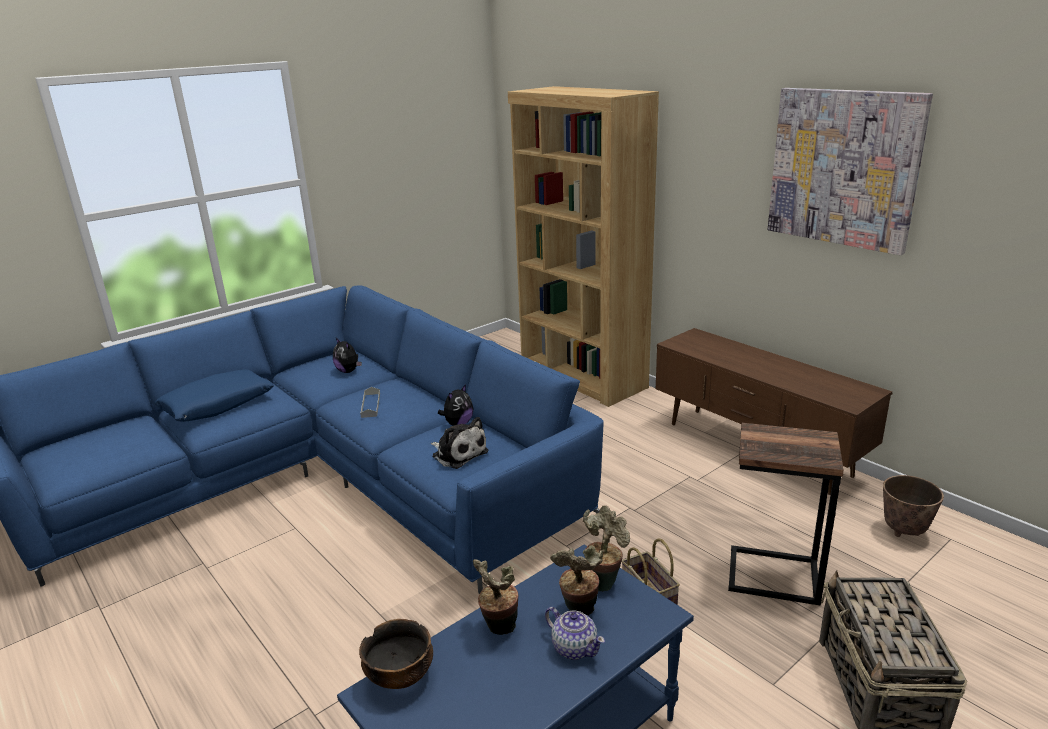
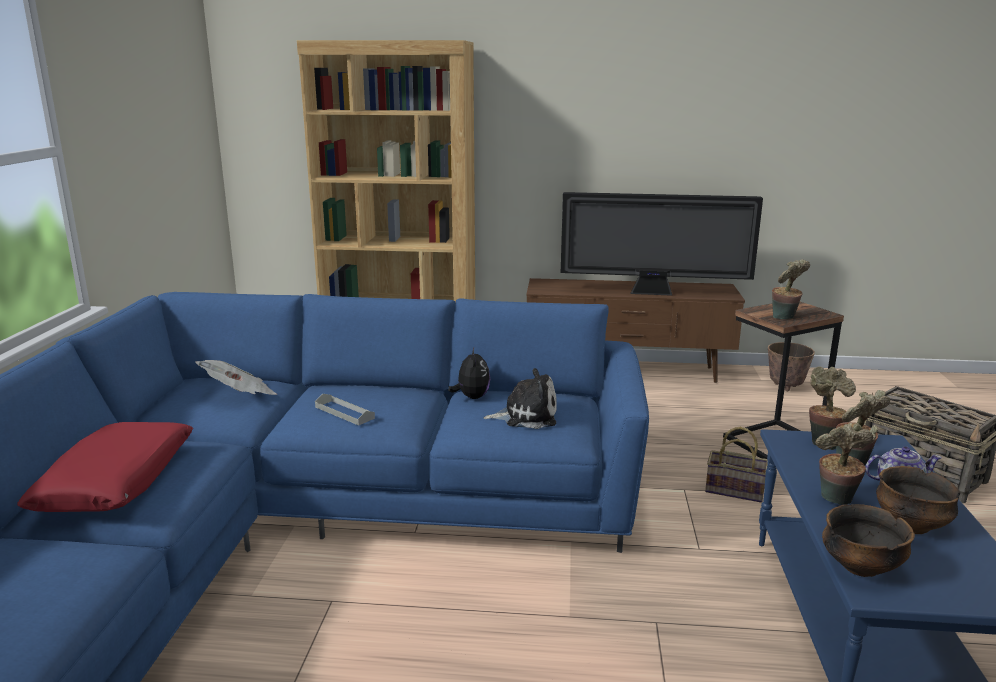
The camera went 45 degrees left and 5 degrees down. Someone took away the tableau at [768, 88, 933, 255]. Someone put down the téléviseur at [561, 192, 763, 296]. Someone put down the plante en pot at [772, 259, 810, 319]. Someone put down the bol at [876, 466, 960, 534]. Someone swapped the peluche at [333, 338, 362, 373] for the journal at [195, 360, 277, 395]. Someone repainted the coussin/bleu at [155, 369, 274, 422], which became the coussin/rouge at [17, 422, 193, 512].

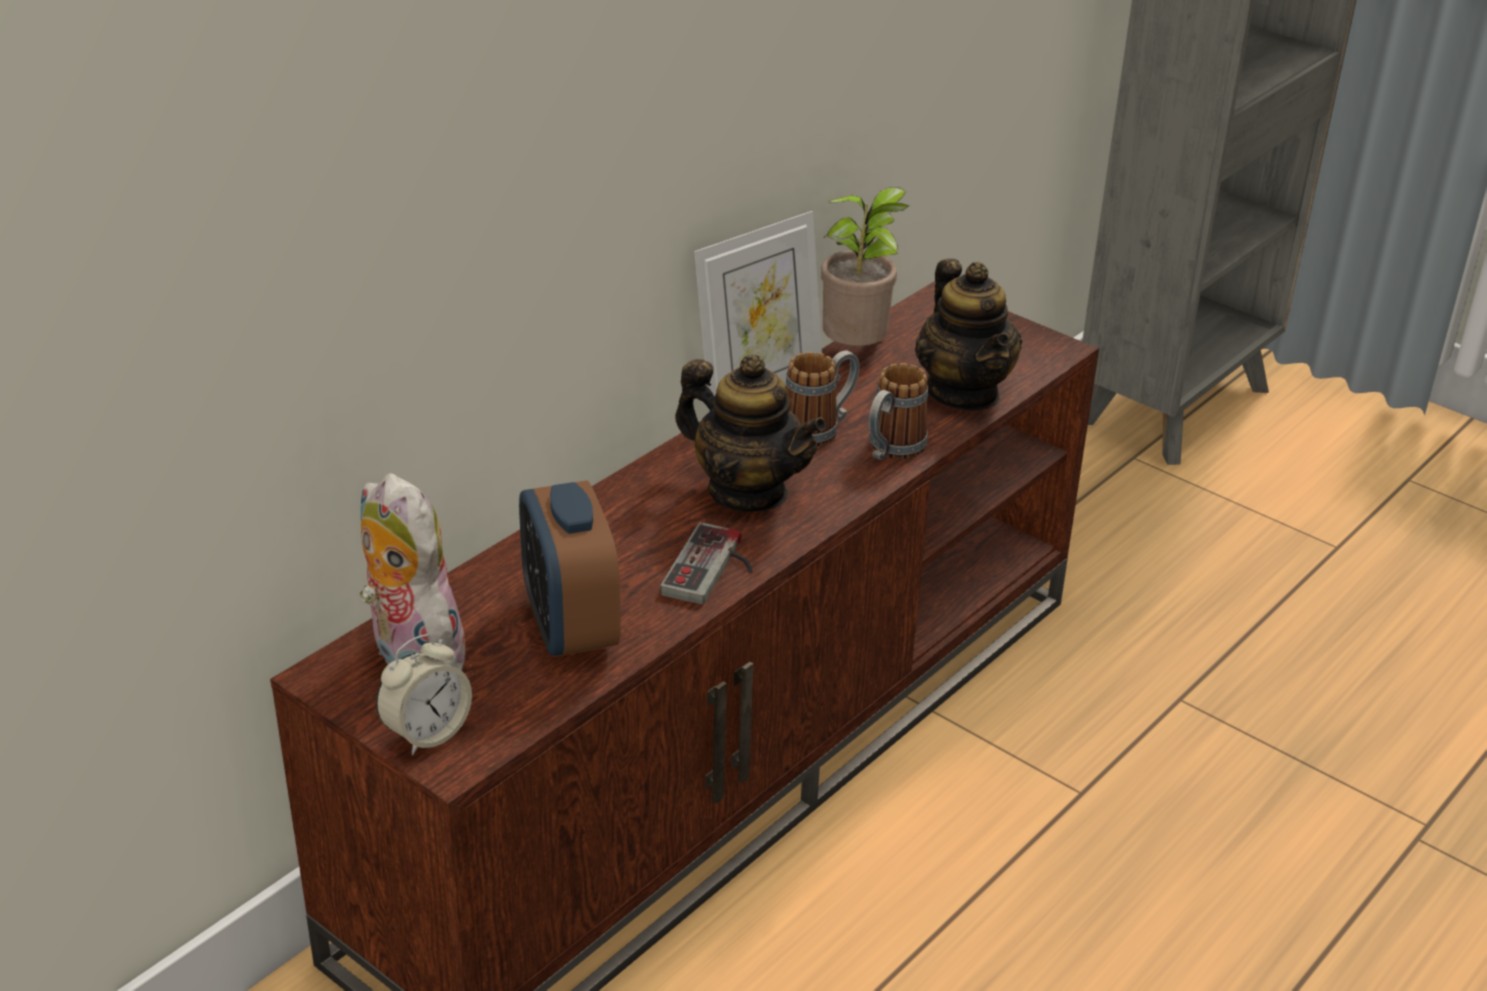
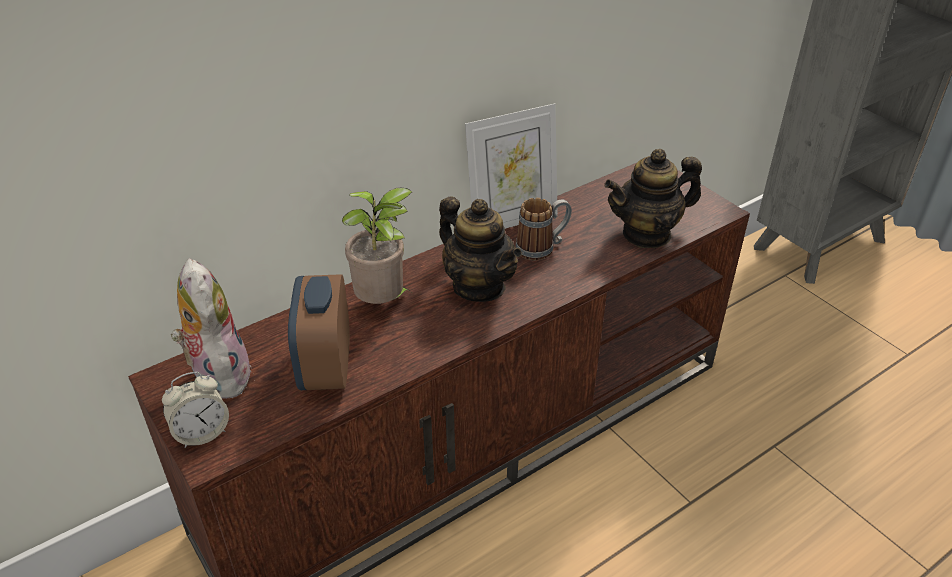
The camera went 15 degrees right and 5 degrees up. Someone took away the manette at [660, 522, 753, 605]. Someone took away the mug at [869, 363, 928, 460]. Someone carried the plante en pot from [821, 187, 909, 346] to [342, 188, 412, 304]. Someone rotated the théière at [915, 259, 1022, 411] by 75 degrees clockwise.

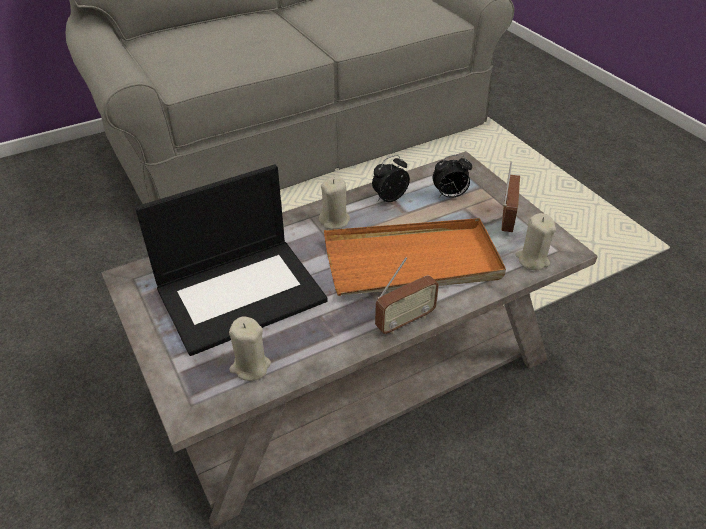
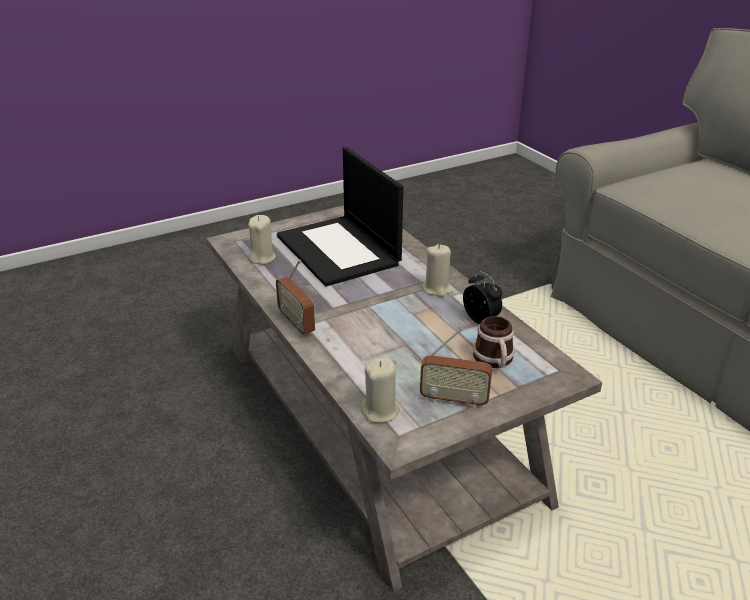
The camera went 90 degrees right and 10 degrees down. Someone took away the plateau/orange at [324, 218, 506, 296]. Someone swapped the réveil at [433, 155, 472, 198] for the mug at [473, 316, 514, 368].

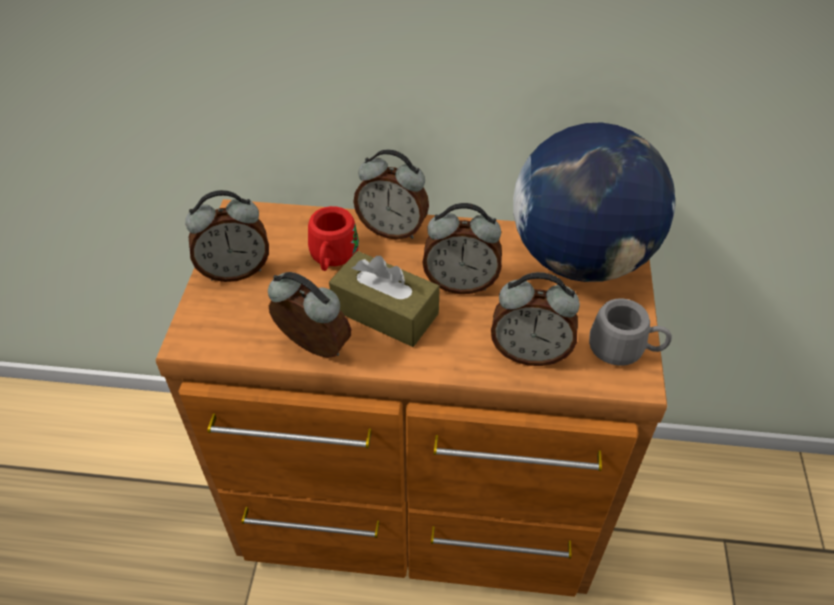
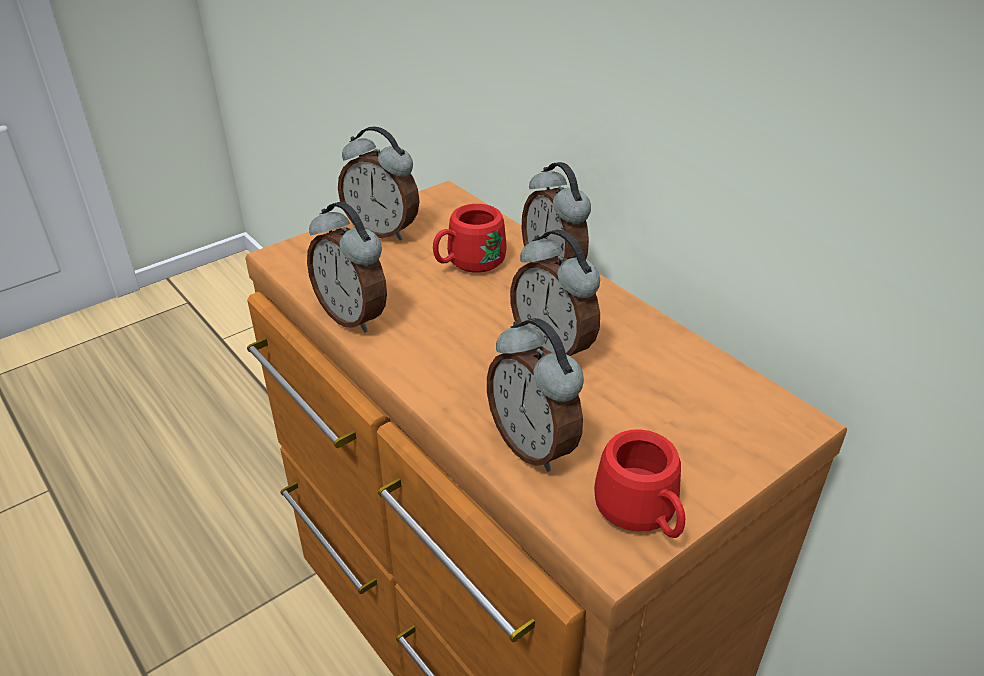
The camera went 45 degrees right and 10 degrees down. Someone took away the boîte à mouchoirs/marron at [329, 251, 440, 347]. Someone took away the globe at [513, 122, 675, 282]. Someone repainted the mug/gris at [589, 298, 672, 366], which became the mug/rouge at [594, 429, 685, 538]. Someone rotated the réveil at [268, 272, 351, 358] by 150 degrees clockwise.

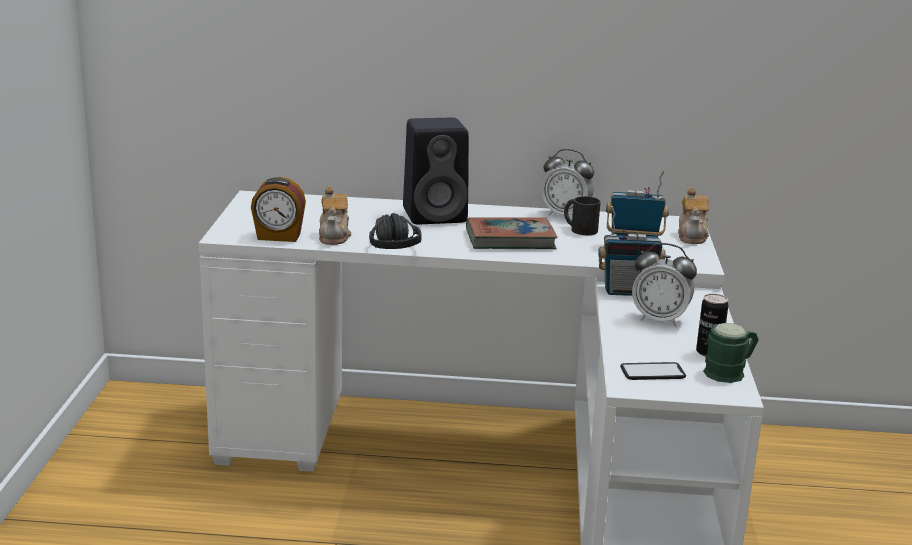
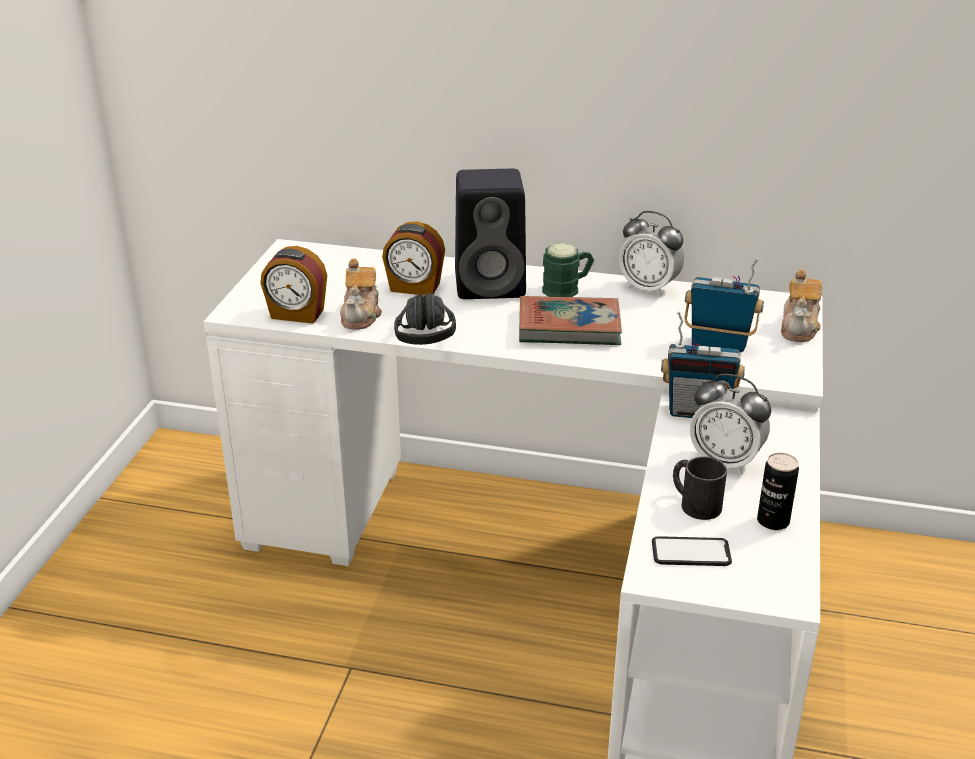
The camera went 10 degrees right and 10 degrees up. Someone put down the réveil at [382, 221, 445, 296]. Someone carried the mug/noir from [564, 196, 601, 235] to [673, 456, 727, 520]. Someone carried the mug/vert from [703, 323, 759, 383] to [542, 243, 594, 297].

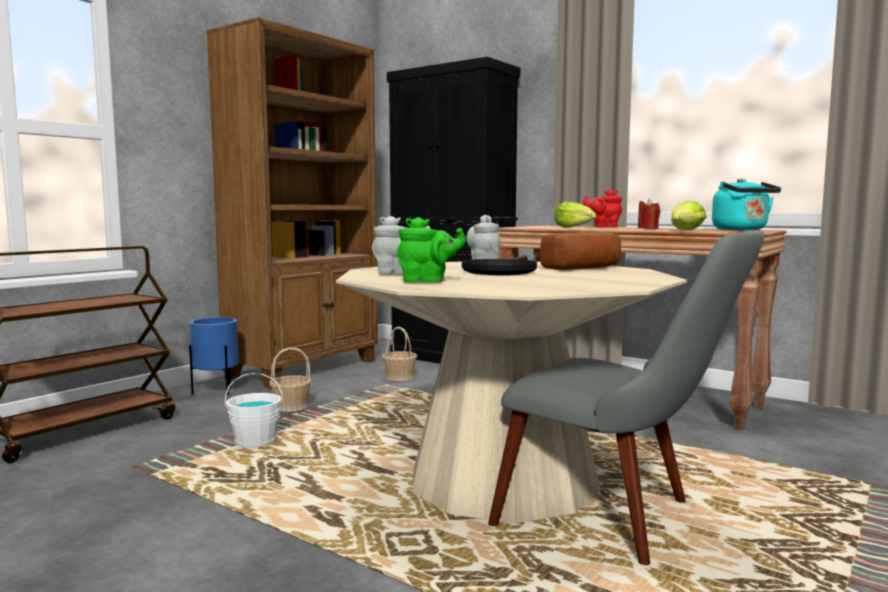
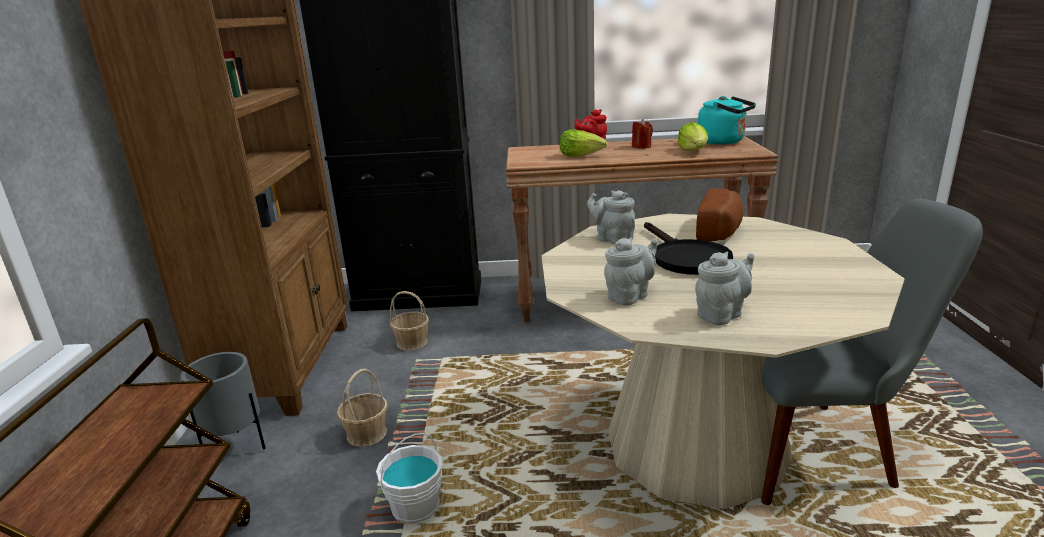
The camera went 35 degrees left and 15 degrees up. Someone repainted the cache-pot/bleu at [189, 317, 239, 395], which became the cache-pot/gris at [181, 352, 266, 450]. Someone repainted the théière/vert at [397, 217, 466, 282], which became the théière/gris at [695, 252, 755, 325].

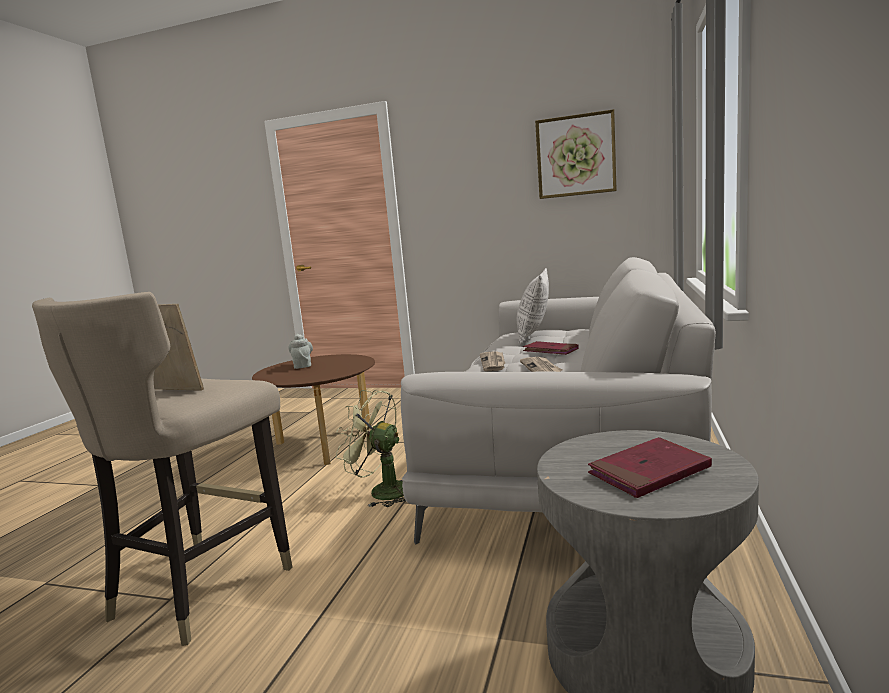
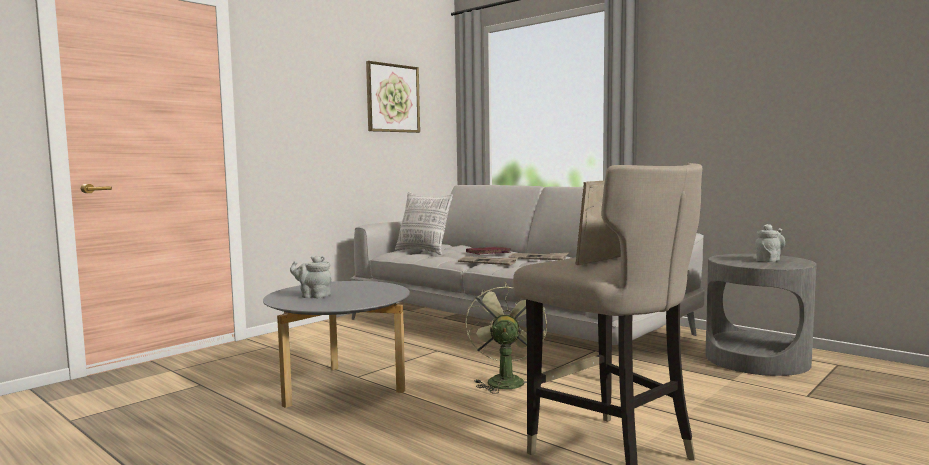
The camera went 65 degrees left and 5 degrees down. Someone swapped the livre/rouge at [588, 437, 712, 498] for the théière/gris at [755, 224, 785, 262]. Someone repainted the table basse/marron at [252, 354, 375, 465], which became the table basse/gris at [263, 281, 410, 408]. Someone rotated the ventilateur/vert at [336, 390, 406, 507] by 135 degrees clockwise.

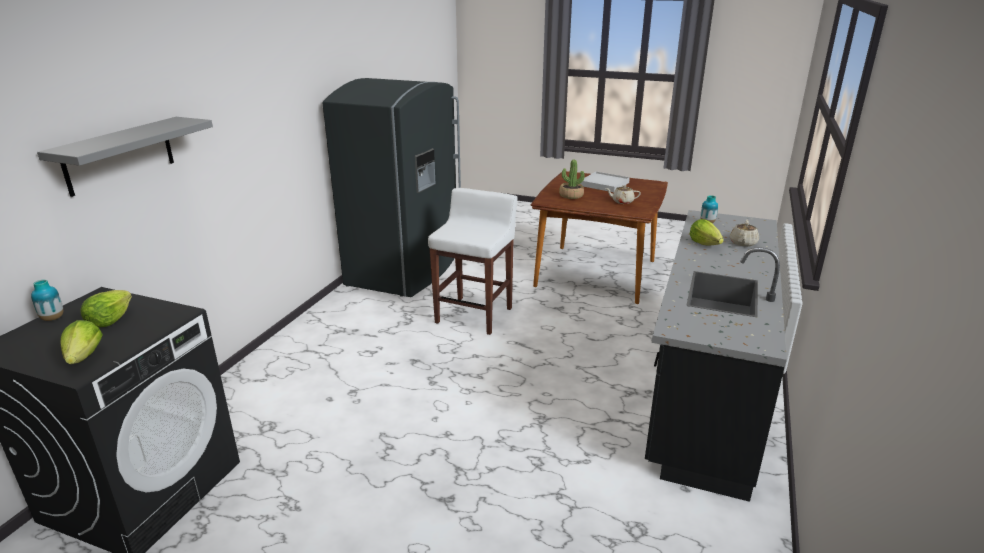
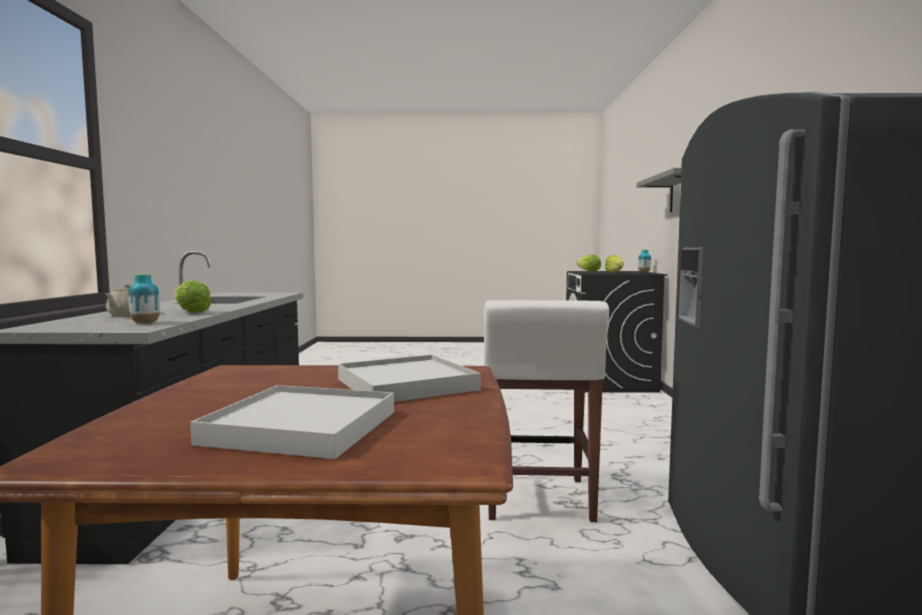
The camera went 160 degrees right and 20 degrees down. Someone took away the théière/beige at [606, 185, 641, 204]. Someone swapped the plante en pot at [559, 160, 585, 199] for the plateau/blanc at [338, 355, 481, 402].

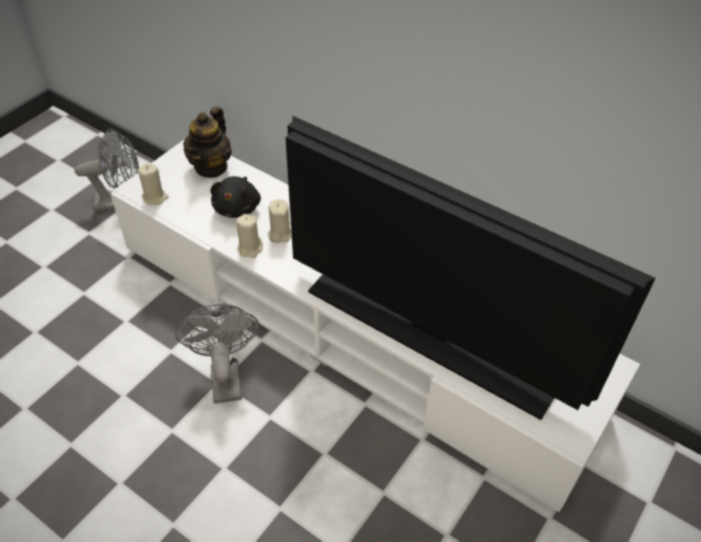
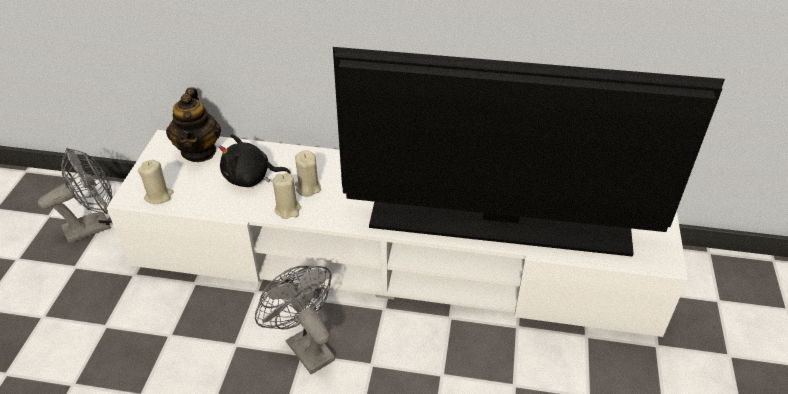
The camera went 25 degrees left and 5 degrees down. Someone rotated the peluche/noir at [210, 176, 261, 218] by 105 degrees clockwise.

